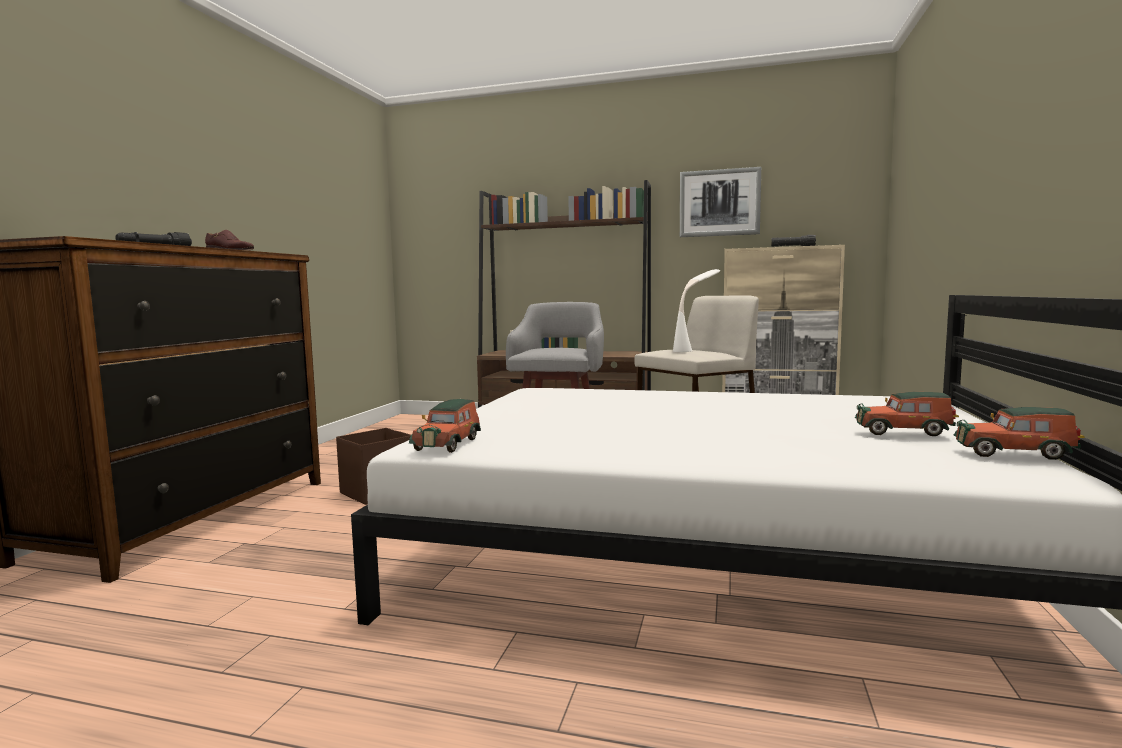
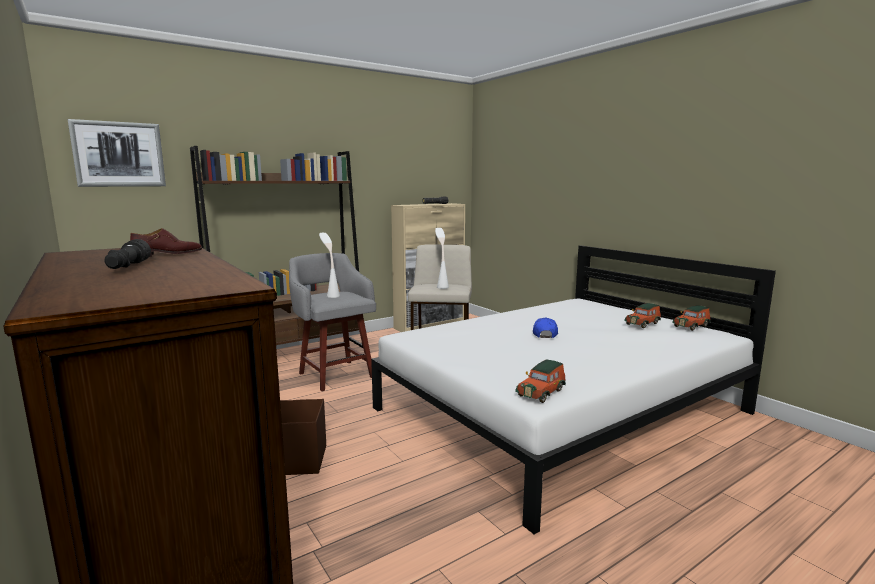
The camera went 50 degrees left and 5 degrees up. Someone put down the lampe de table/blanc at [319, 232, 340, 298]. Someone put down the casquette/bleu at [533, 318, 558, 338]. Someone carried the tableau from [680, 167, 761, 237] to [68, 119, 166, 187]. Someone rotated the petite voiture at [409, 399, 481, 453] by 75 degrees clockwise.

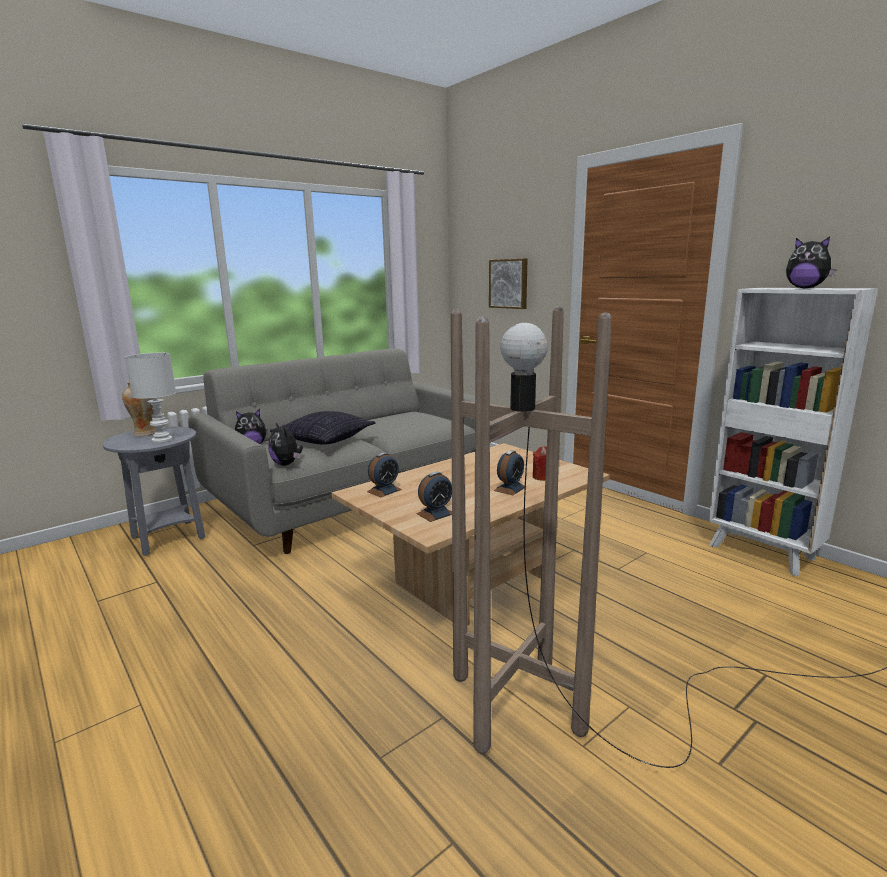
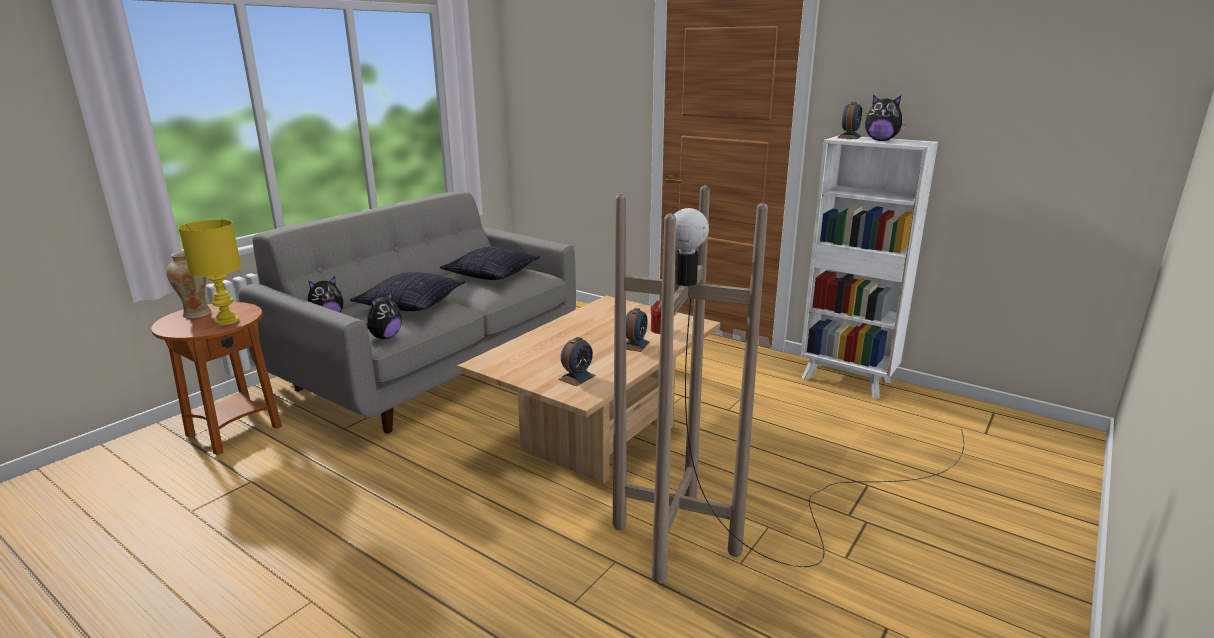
The camera went 15 degrees left and 5 degrees up. Someone took away the tableau at [489, 259, 527, 309]. Someone put down the coussin at [440, 247, 540, 280]. Someone carried the réveil from [367, 453, 402, 497] to [838, 102, 862, 139]. Someone repainted the table d'appoint/gris at [103, 426, 206, 556], which became the table d'appoint/marron at [151, 302, 282, 455]. Someone repainted the lampe de table/blanc at [125, 353, 176, 443], which became the lampe de table/jaune at [178, 219, 241, 325]. Someone rotated the peluche at [268, 423, 303, 466] by 105 degrees counterclockwise.

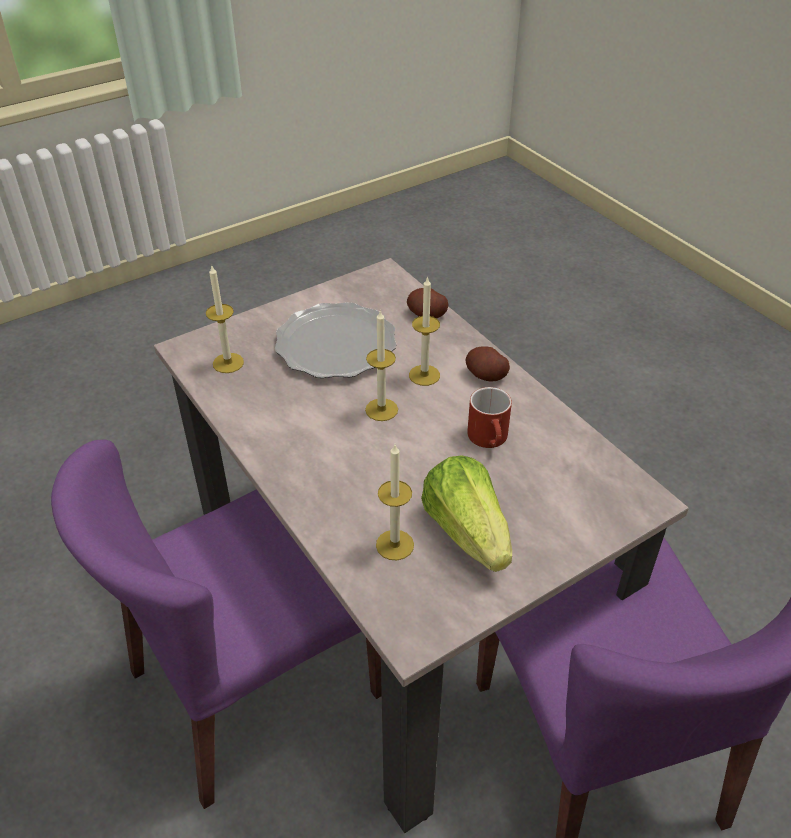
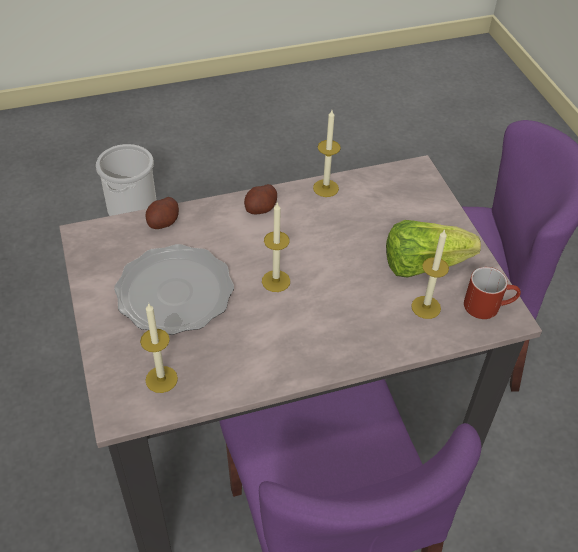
The camera went 75 degrees left and 5 degrees up. Someone put down the seau at [96, 144, 157, 216]. Someone carried the bougie from [409, 276, 440, 386] to [313, 110, 341, 197]. Someone carried the mug/rouge from [467, 387, 512, 448] to [464, 267, 521, 319].

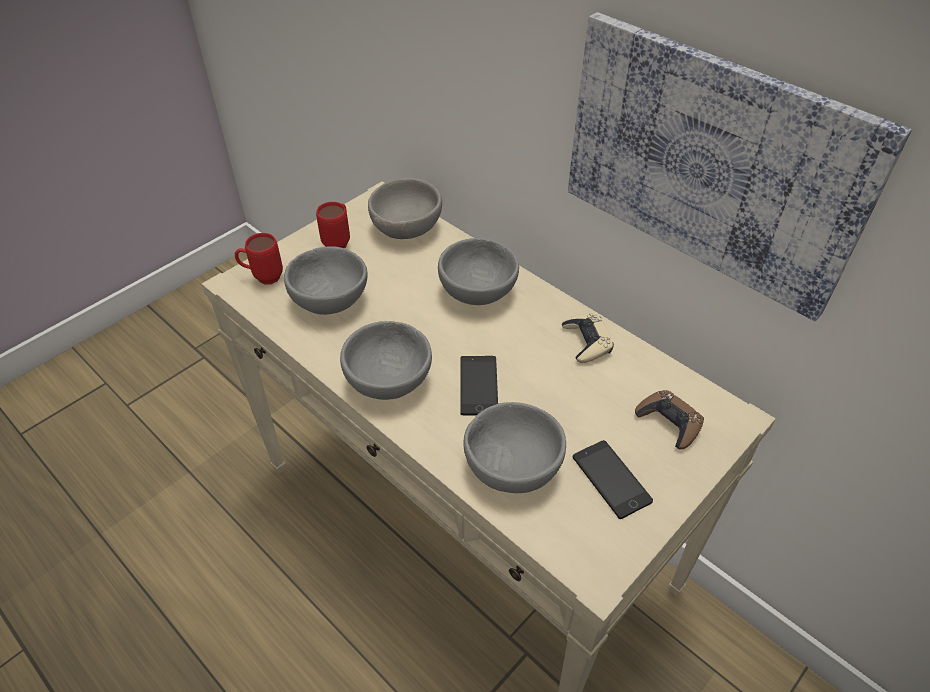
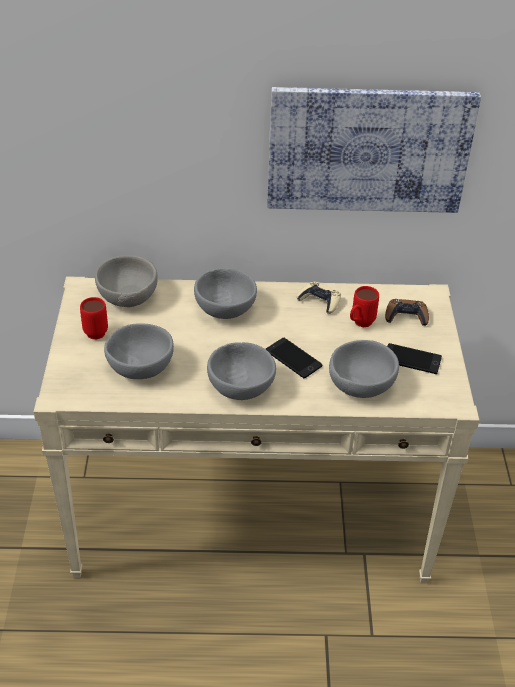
The camera went 45 degrees left and 5 degrees down. Someone carried the mug/rouge from [235, 233, 283, 285] to [350, 286, 379, 327].

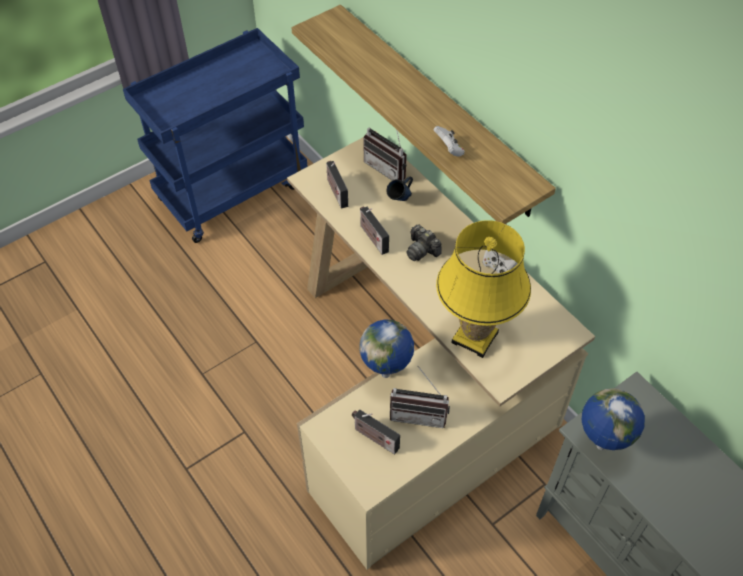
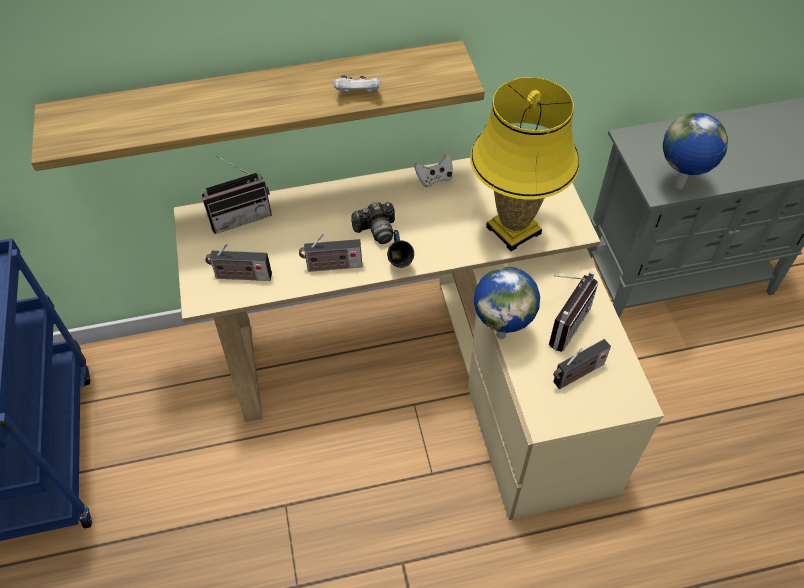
The camera went 65 degrees left and 0 degrees up. Someone carried the mug/bleu from [386, 177, 413, 201] to [387, 230, 414, 268].

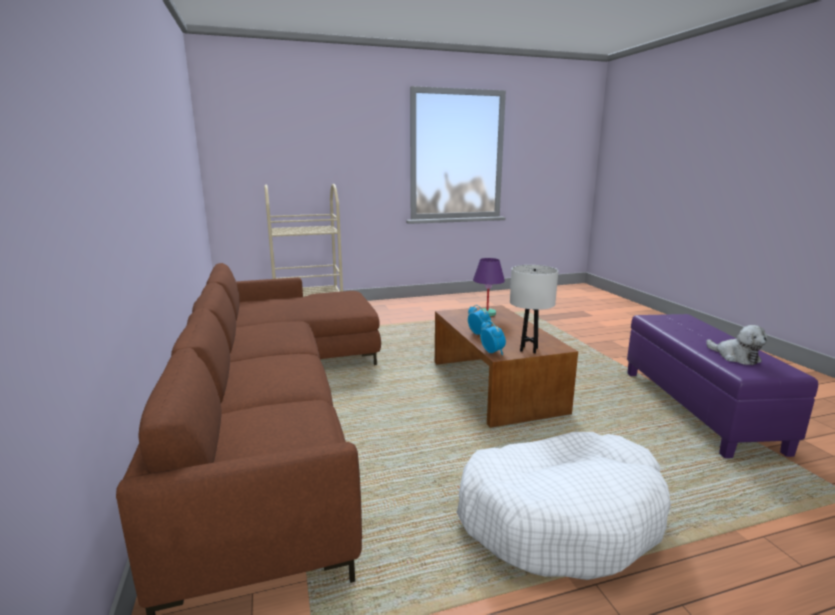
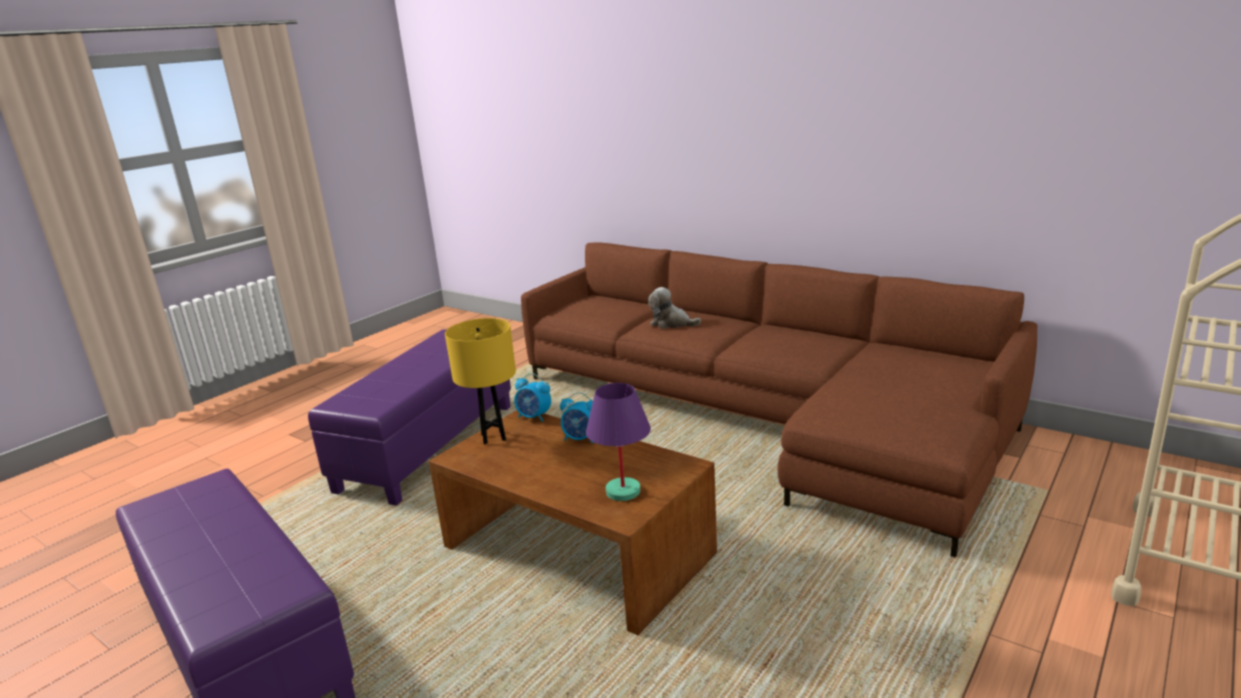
The camera went 145 degrees right and 5 degrees up. Someone carried the peluche from [706, 325, 768, 365] to [648, 287, 701, 328]. Someone swapped the panier pour chien/blanc at [457, 432, 671, 580] for the pouf/violet at [308, 329, 511, 506]. Someone repainted the lampe de table/blanc at [510, 265, 558, 354], which became the lampe de table/jaune at [445, 318, 516, 444].

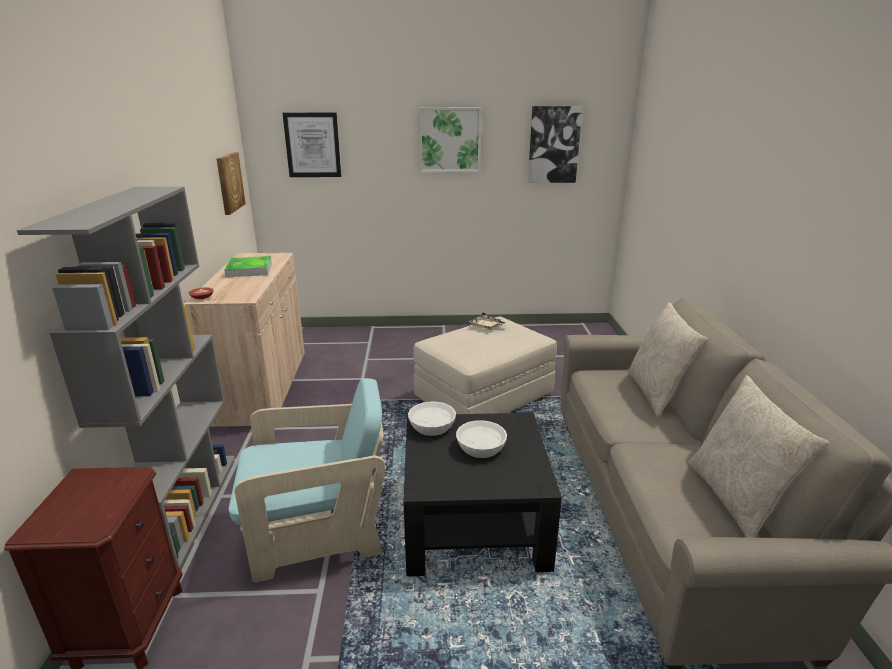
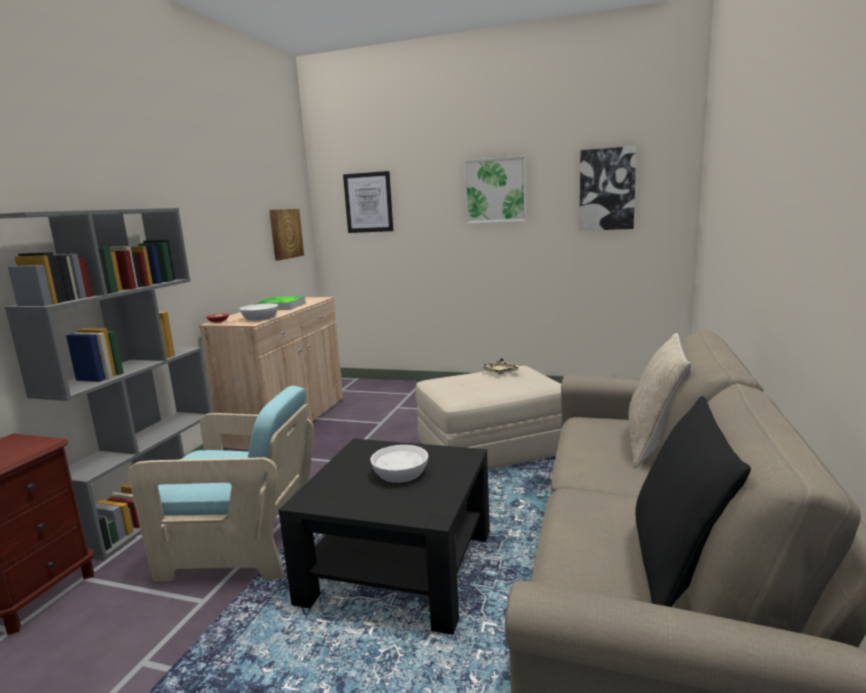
The camera went 20 degrees right and 10 degrees down. Someone carried the bol/blanc from [408, 401, 456, 436] to [240, 304, 278, 321]. Someone repainted the coussin/beige at [688, 375, 829, 538], which became the coussin/noir at [635, 396, 751, 607].

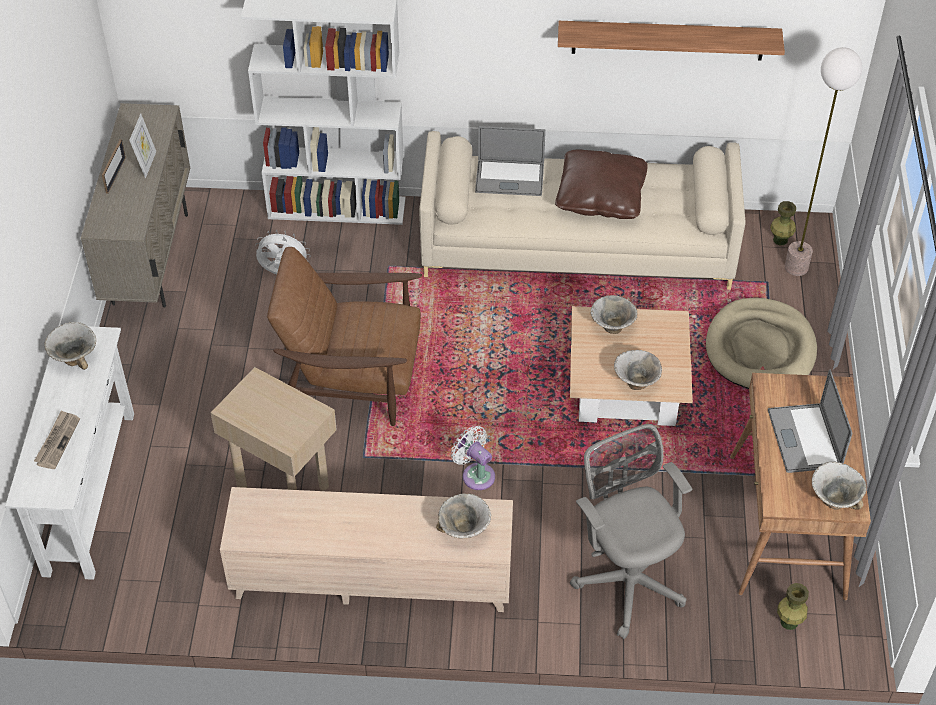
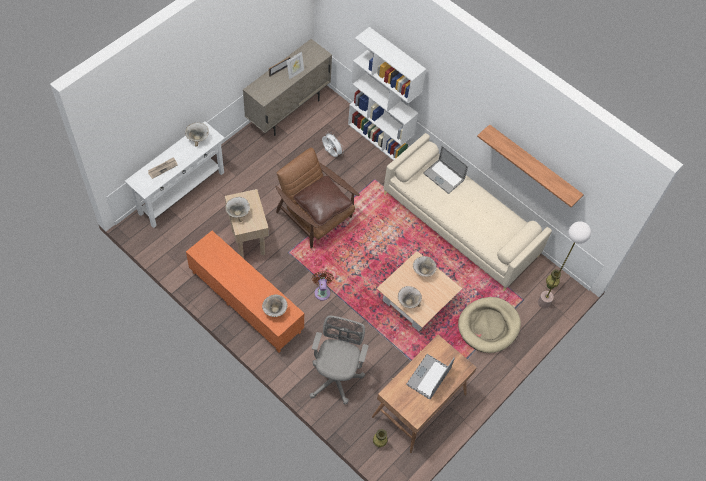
The camera went 35 degrees right and 10 degrees up. Someone carried the coussin/marron from [555, 149, 648, 219] to [293, 176, 353, 226]. Someone carried the bol from [812, 461, 867, 510] to [225, 197, 250, 222]. Someone repainted the meuble télé/beige at [220, 487, 513, 612], which became the meuble télé/orange at [186, 231, 304, 352]. Someone repainted the ventilateur/blanc at [451, 426, 495, 490], which became the ventilateur/marron at [312, 271, 334, 301].

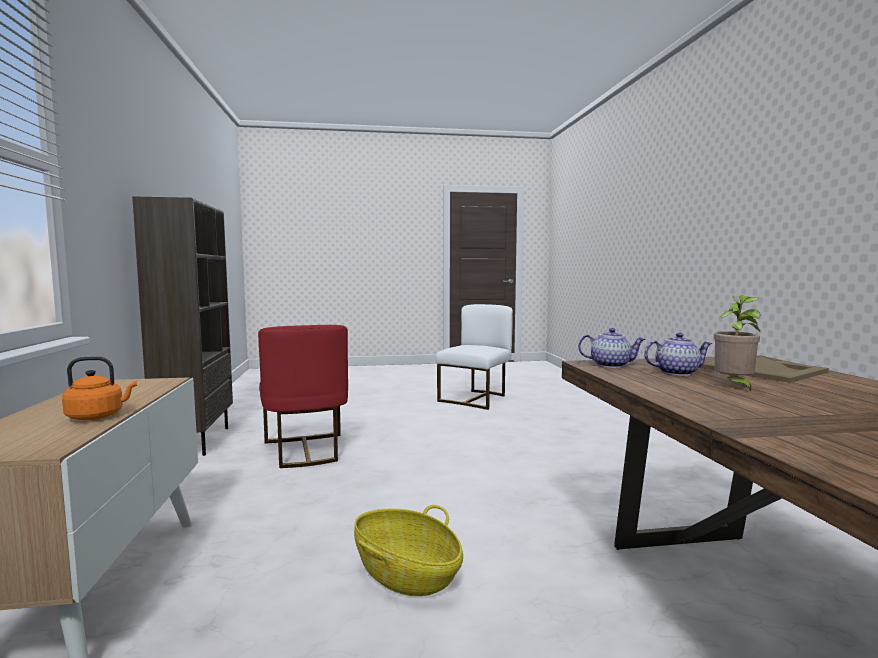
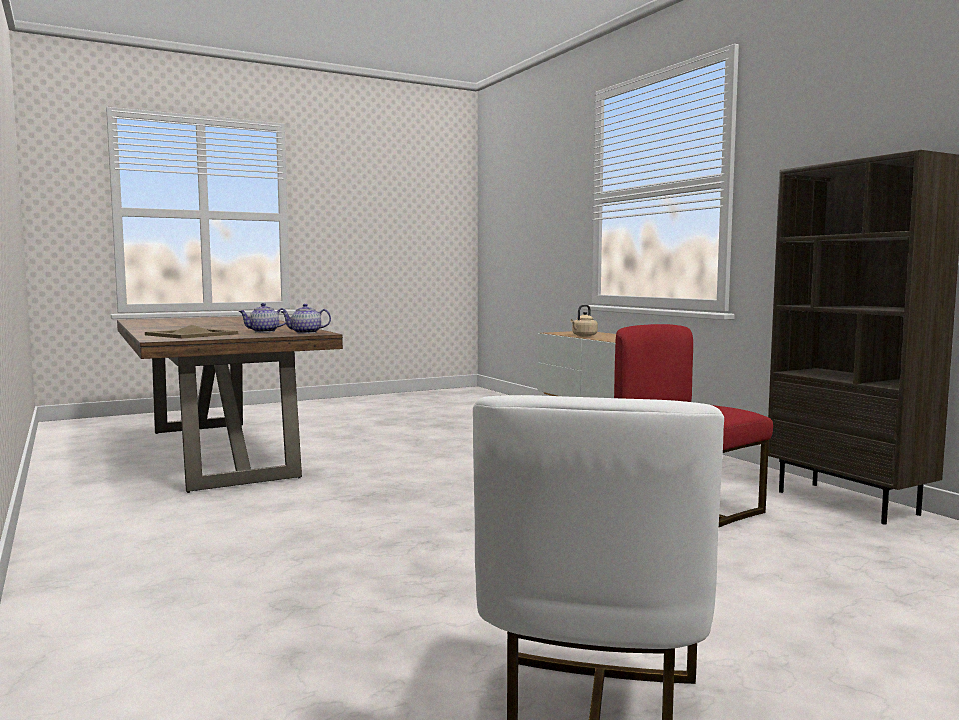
The camera went 160 degrees right and 0 degrees up. Someone took away the panier at [354, 505, 463, 596]. Someone took away the plante en pot at [714, 295, 761, 392]. Someone repainted the bouilloire/orange at [62, 356, 137, 420], which became the bouilloire/beige at [570, 305, 598, 336].

